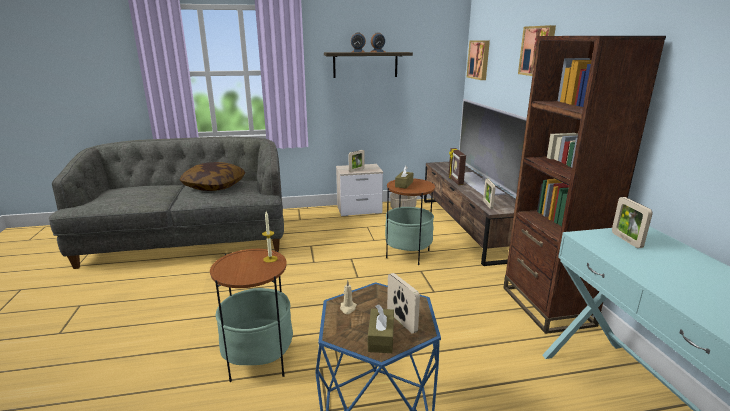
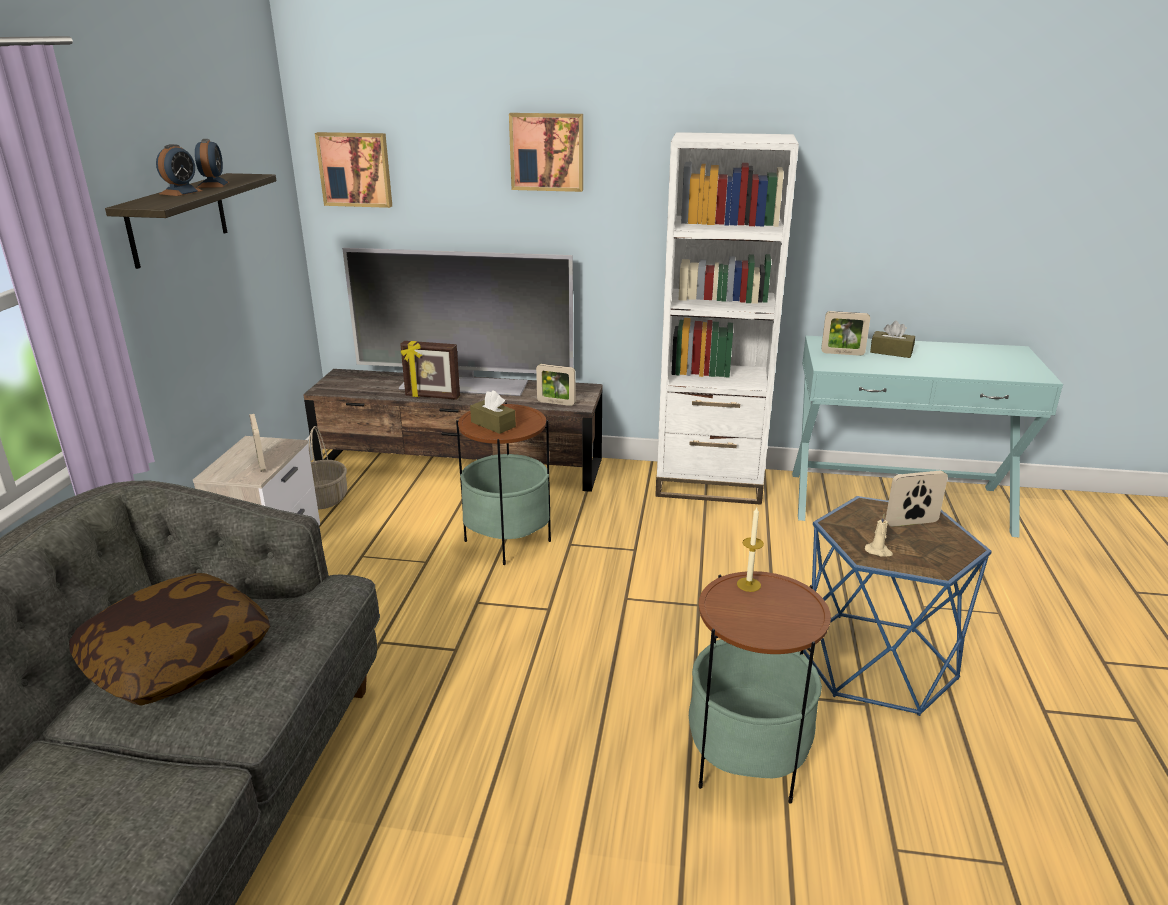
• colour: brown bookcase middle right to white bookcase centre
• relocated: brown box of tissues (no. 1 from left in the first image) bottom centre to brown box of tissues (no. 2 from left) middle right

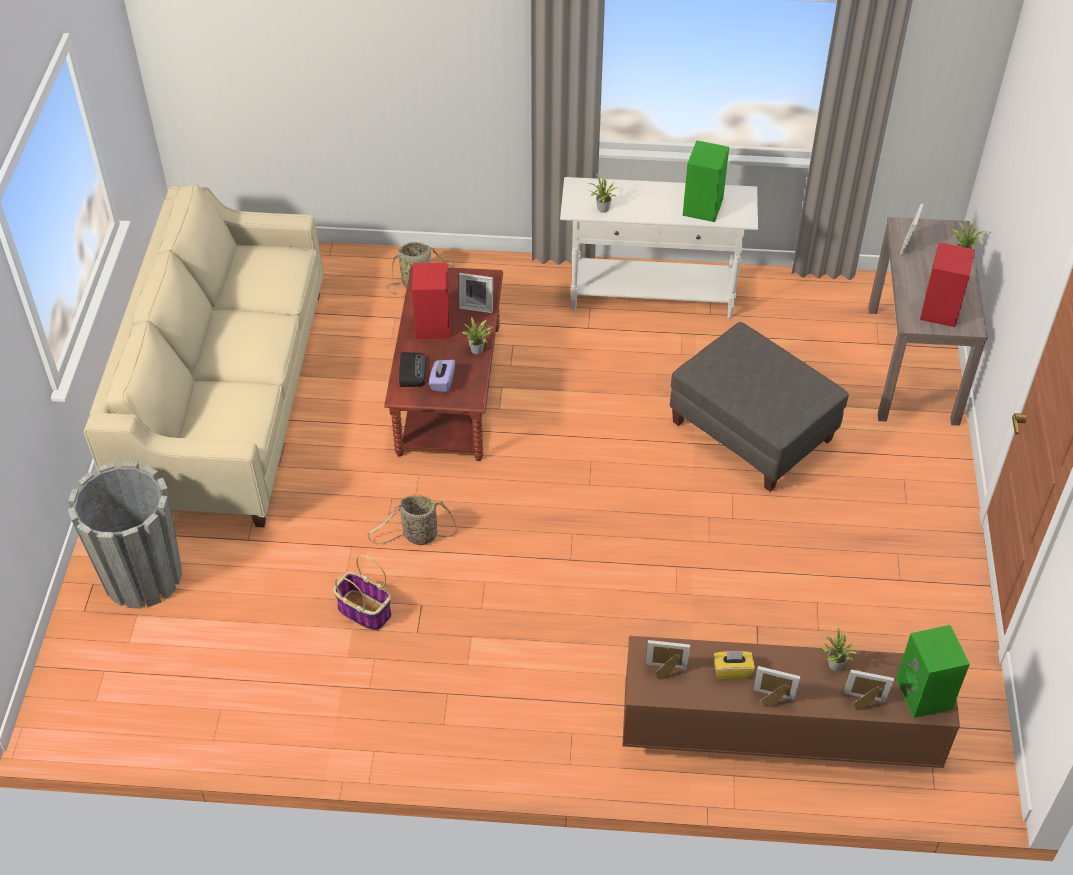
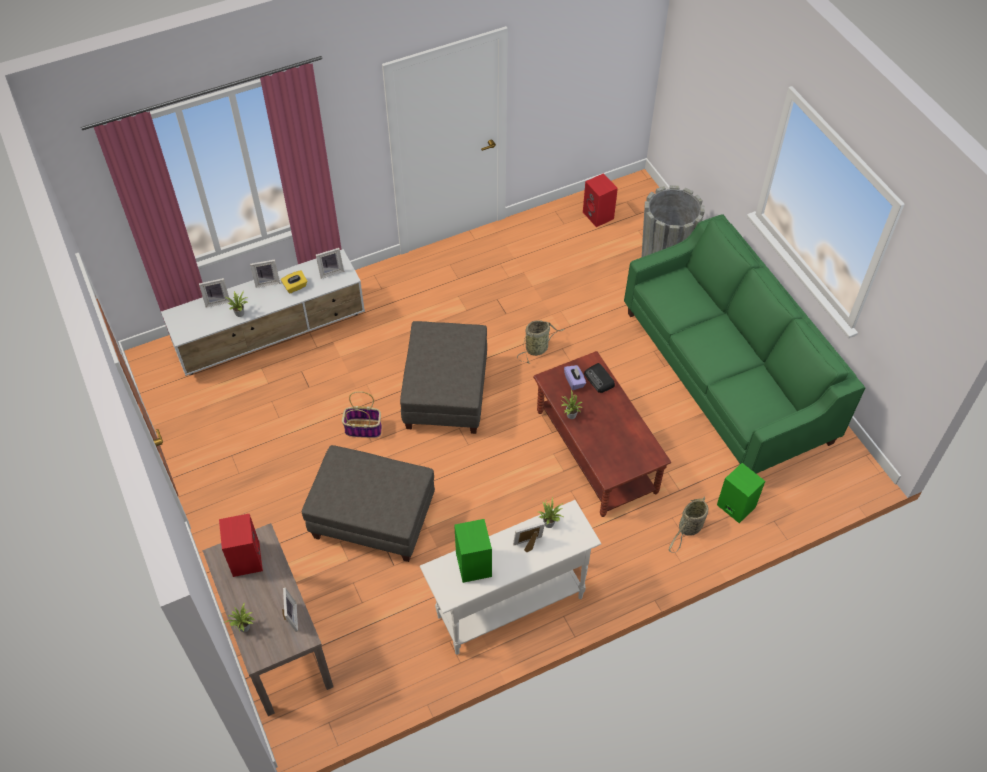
• colour: beige settee middle left to green-coloured settee middle right
• relocated: red-coloured audio speaker (no. 1 from left in the first image) centre to red-coloured audio speaker (no. 2 from left) top centre
• relocated: picture frame (no. 1 from left in the first image) centre to picture frame (no. 5 from left) bottom centre
• relocated: household basket (no. 1 from left) bottom centre to centre
• relocated: green-coloured audio speaker (no. 2 from left) bottom right to middle right
• colour: brown tv unit bottom right to white tv unit middle left
• appeared: gray ottoman (no. 2 from left) centre

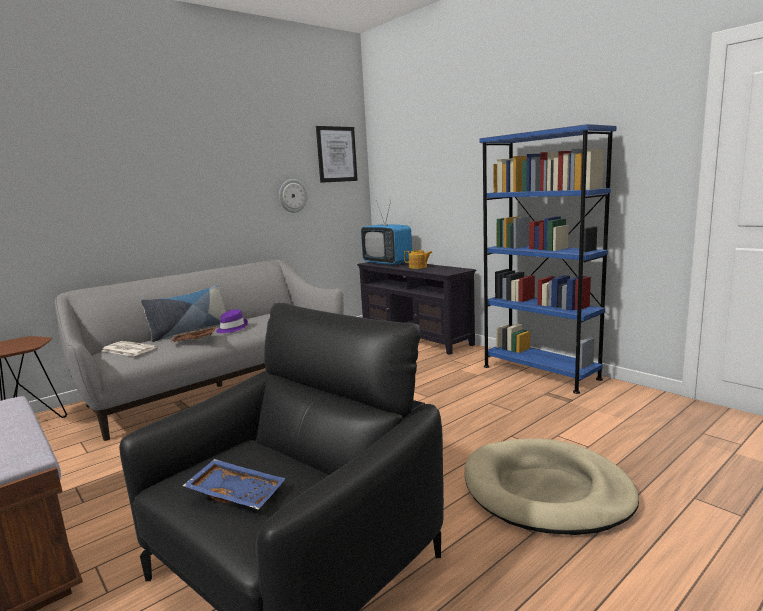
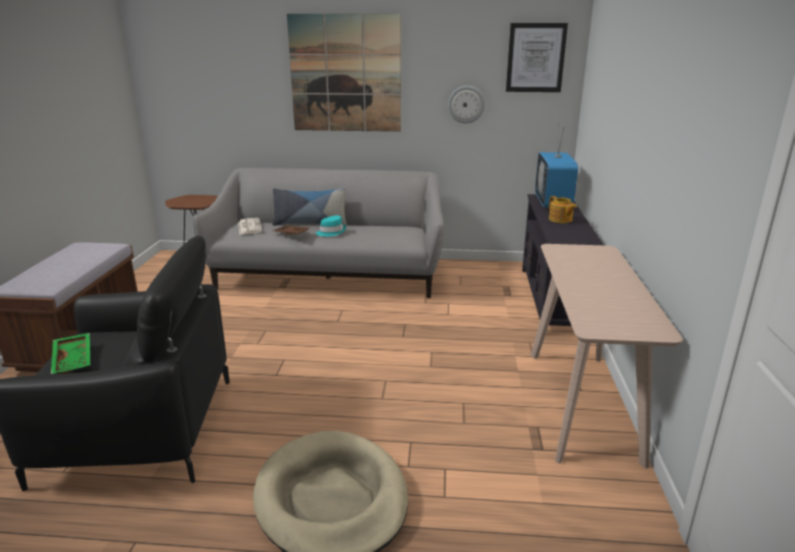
• exchanged: blue bookcase middle right to beige console table middle right
• colour: purple clothing hat middle left to blue-green clothing hat centre
• colour: blue carrying tray bottom left to green-coloured carrying tray middle left
• appeared: picture (no. 1 from left) top centre

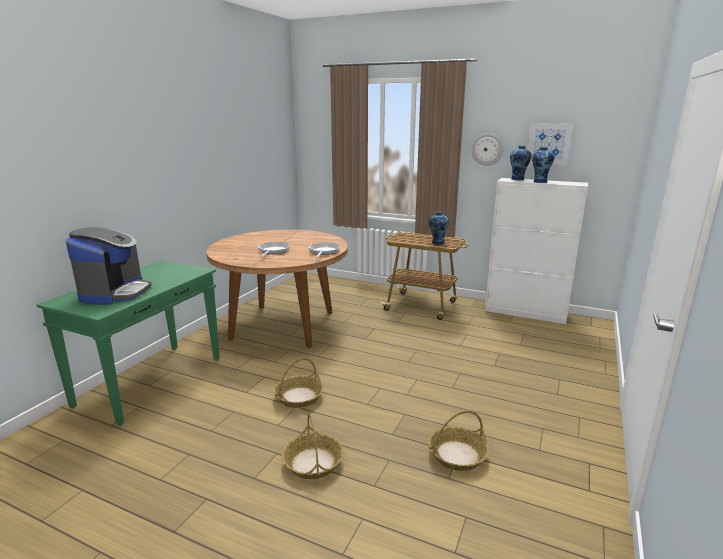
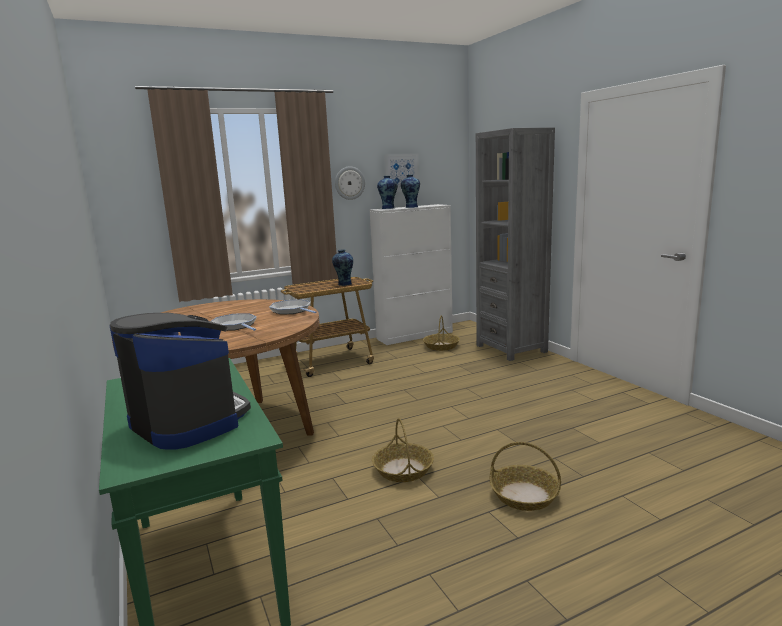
• relocated: household basket (no. 3 from left in the first image) bottom centre to household basket (no. 2 from left) centre
• appeared: gray bookcase centre

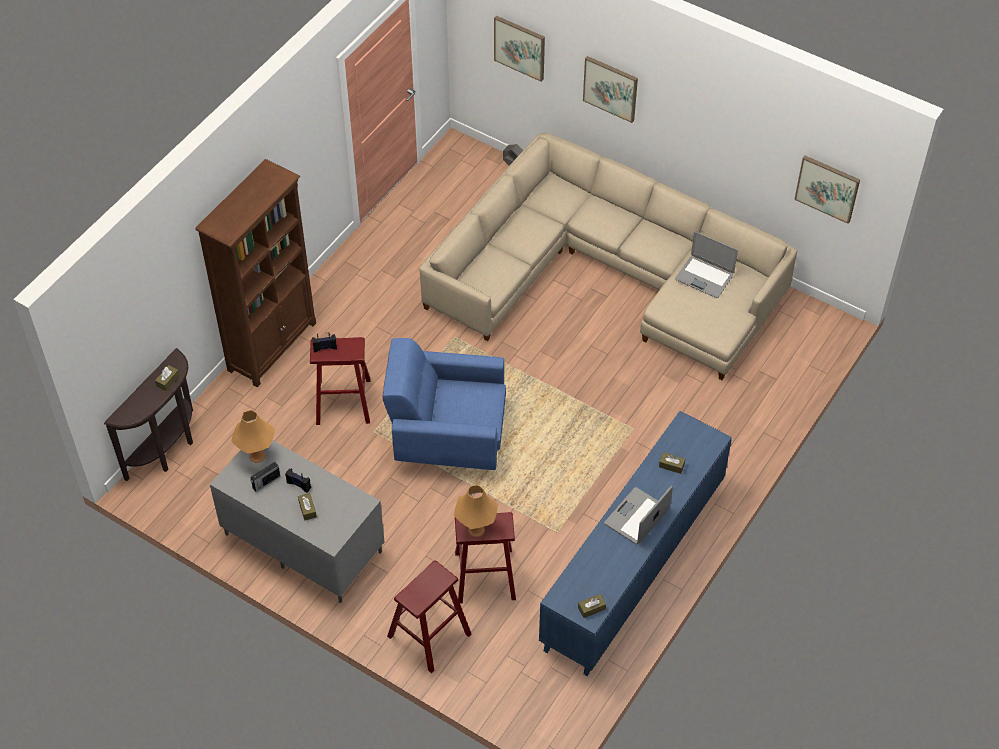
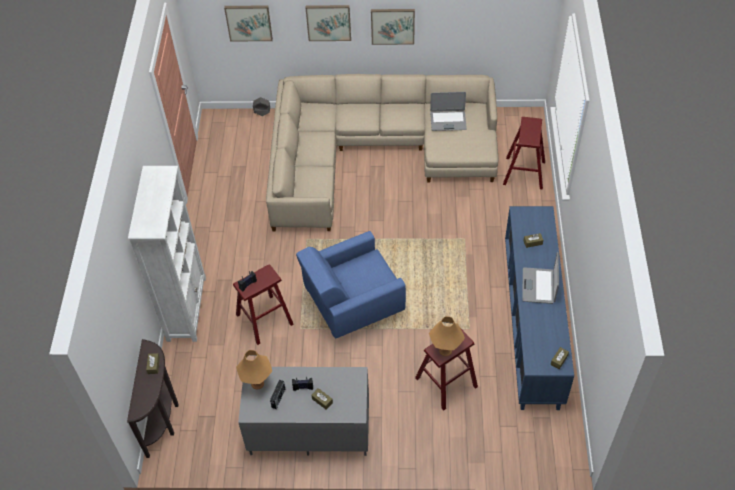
• relocated: picture (no. 3 from left) top right to top centre
• colour: brown bookcase middle left to white bookcase middle left
• relocated: red-coloured stool seat (no. 2 from left in the first image) bottom centre to red-coloured stool seat (no. 3 from left) top right

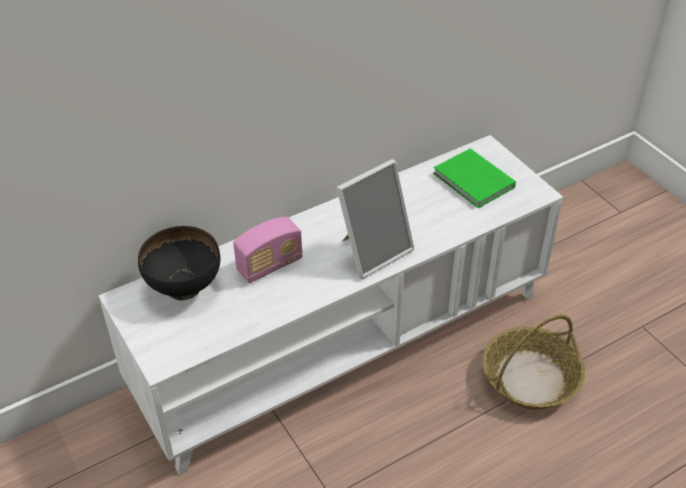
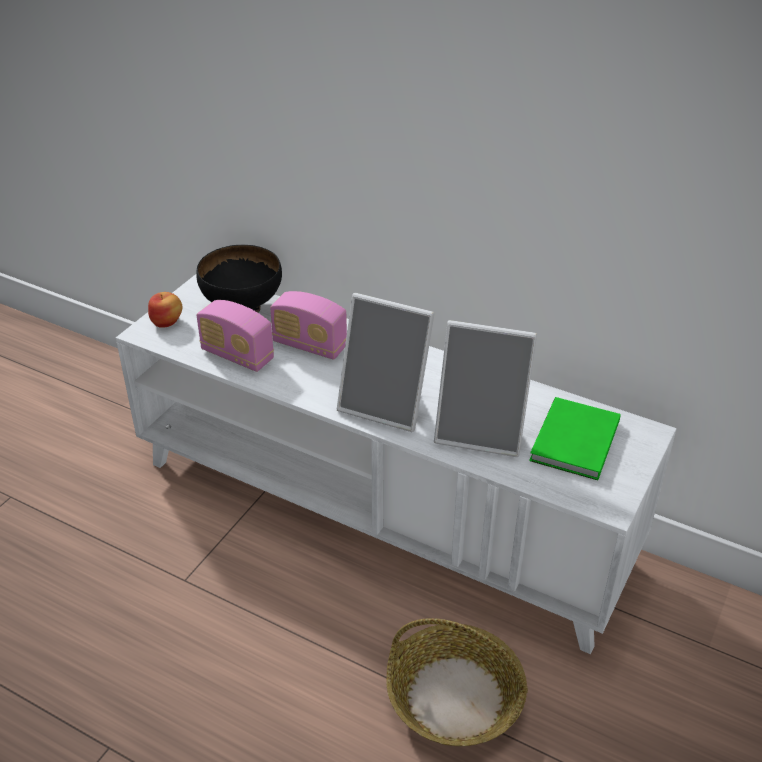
• appeared: apple fruit middle left
• appeared: radio receiver (no. 1 from left) middle left
• appeared: picture frame (no. 2 from left) centre

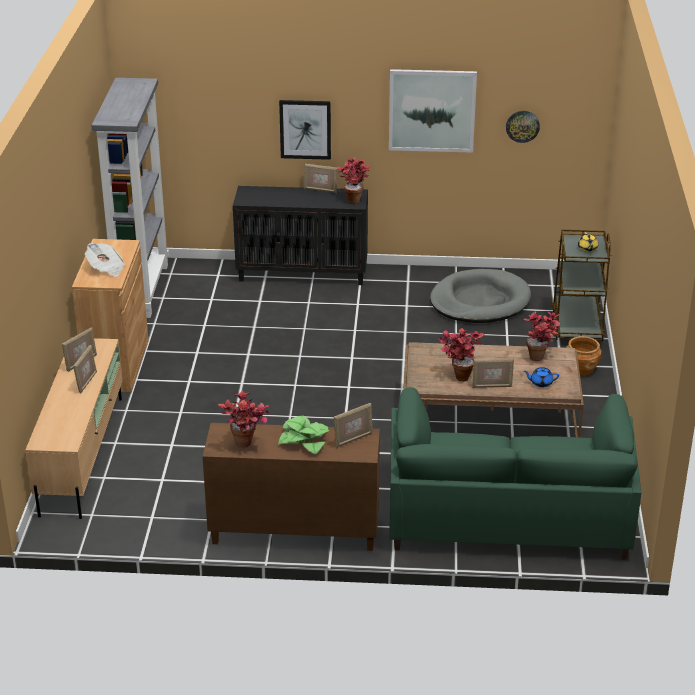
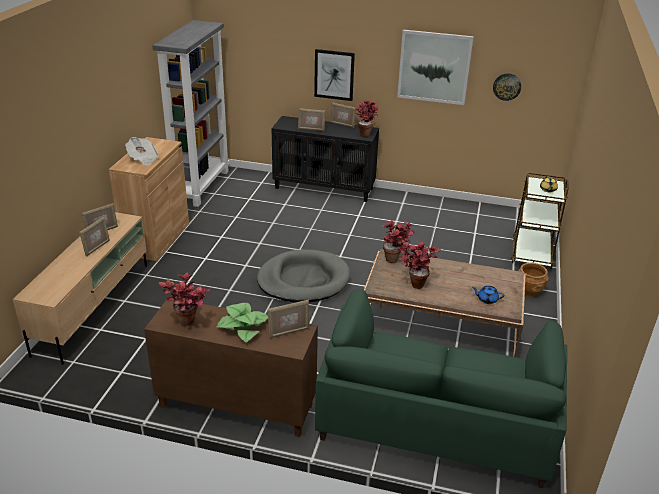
• relocated: gray dog bed middle right to centre
• relocated: potted plant (no. 5 from left in the first image) middle right to potted plant (no. 4 from left) centre
• relocated: picture frame (no. 5 from left in the first image) middle right to picture frame (no. 4 from left) top centre

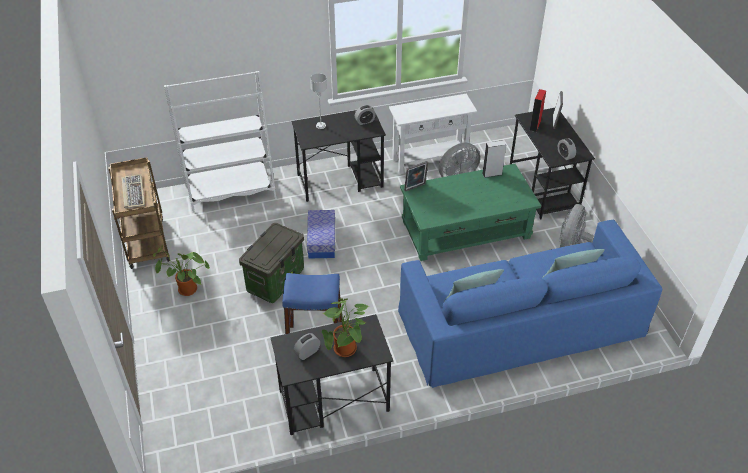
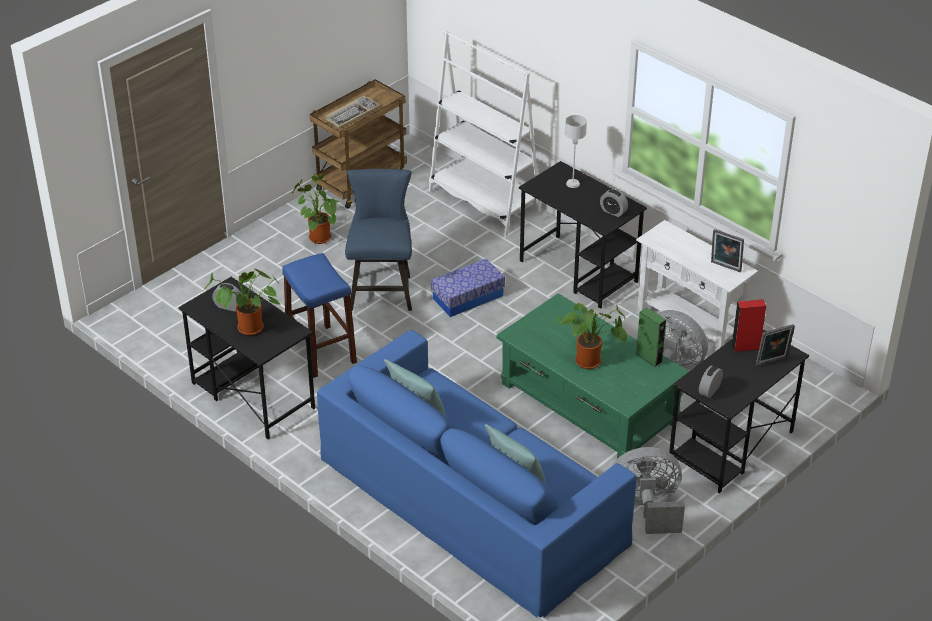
• colour: gray audio speaker centre to green-coloured audio speaker middle right
• relocated: picture frame (no. 1 from left) centre to middle right
• exchanged: storage box (no. 1 from left) centre to blue chair centre
• appeared: potted plant (no. 3 from left) centre

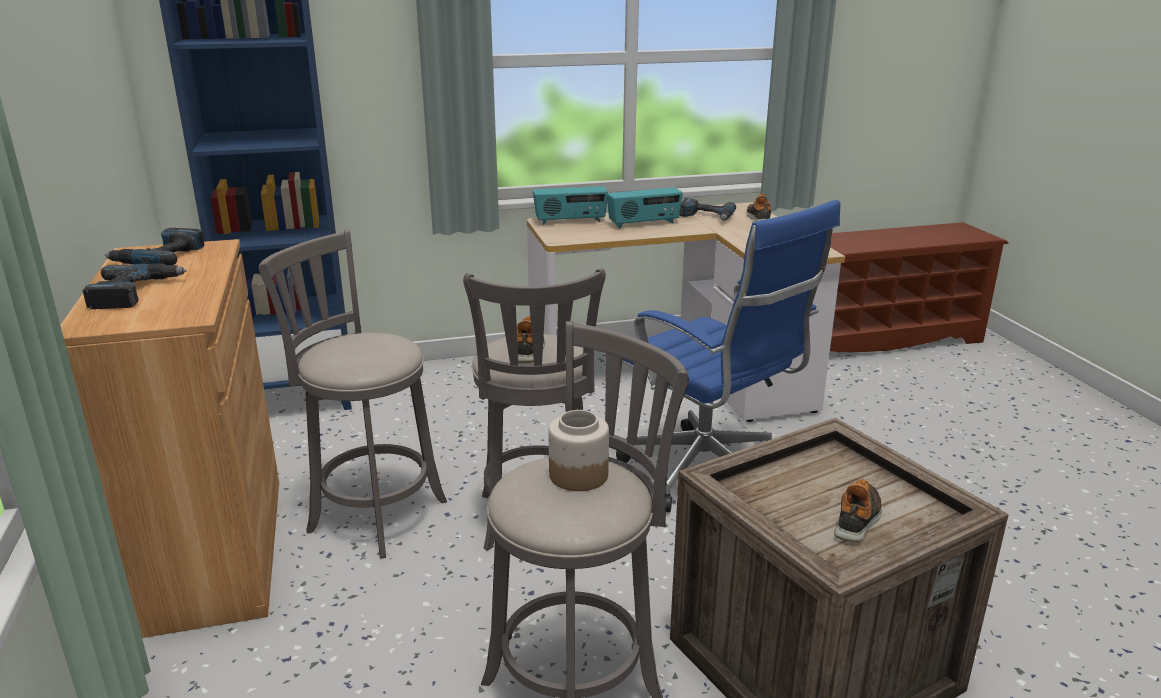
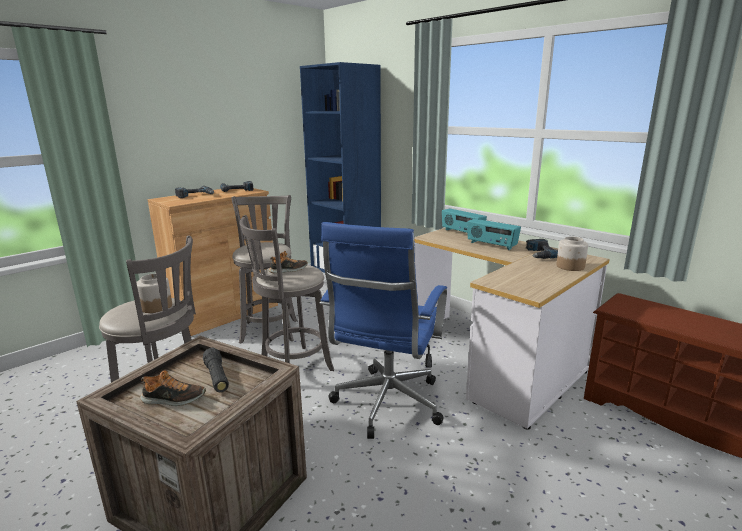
• exchanged: shoe (no. 2 from left) top centre to storage jar (no. 2 from left) middle right
• appeared: blackish torch bottom left

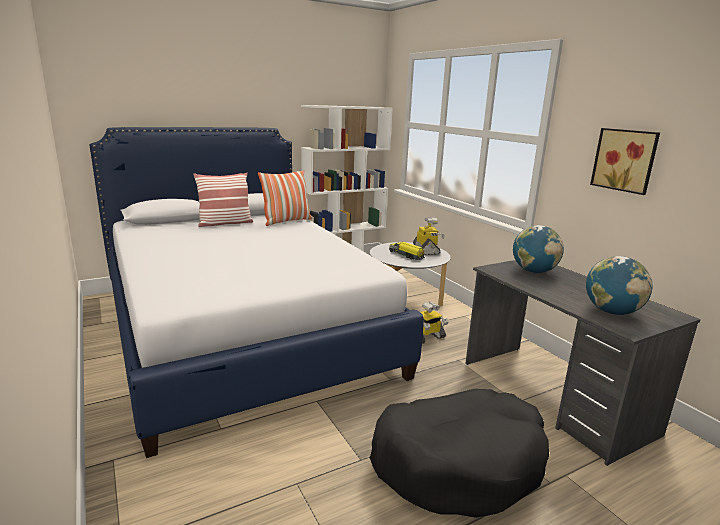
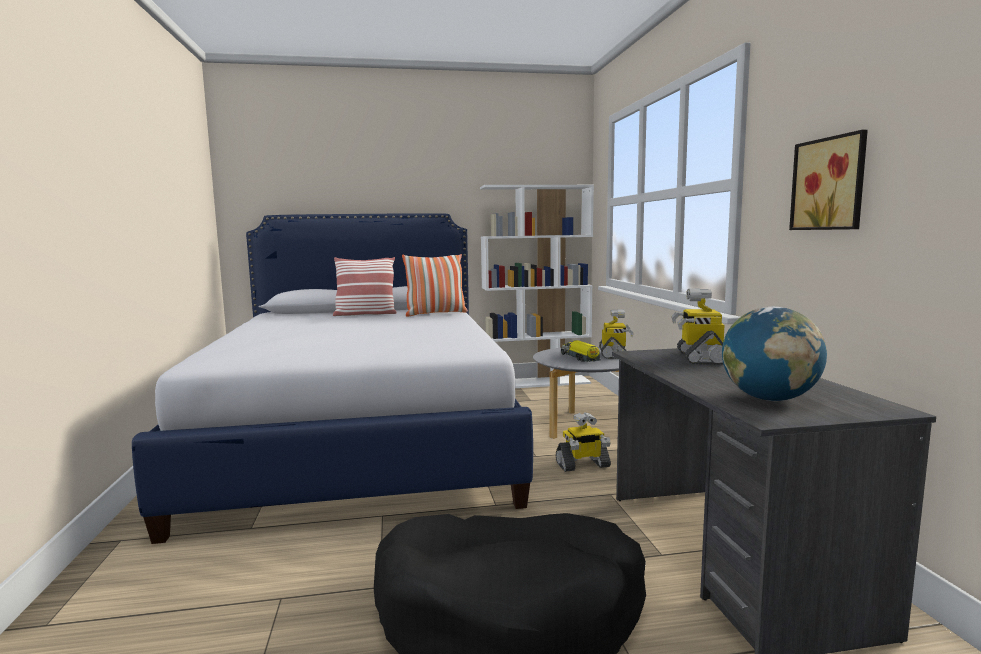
• exchanged: desk globe (no. 1 from left) middle right to robot figure (no. 3 from left) middle right

